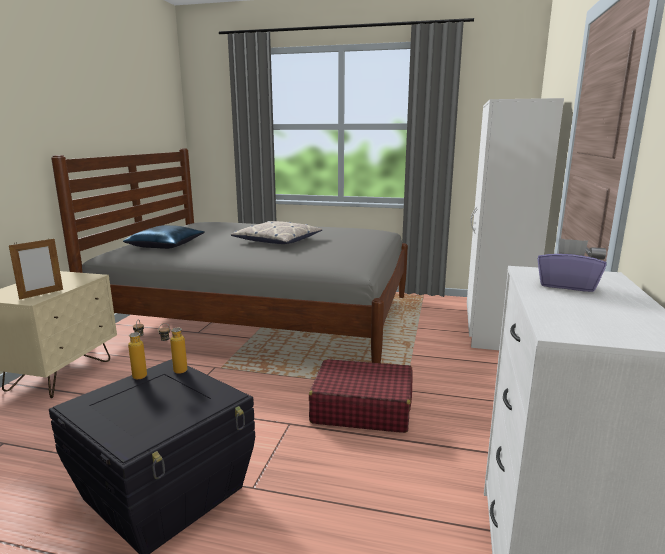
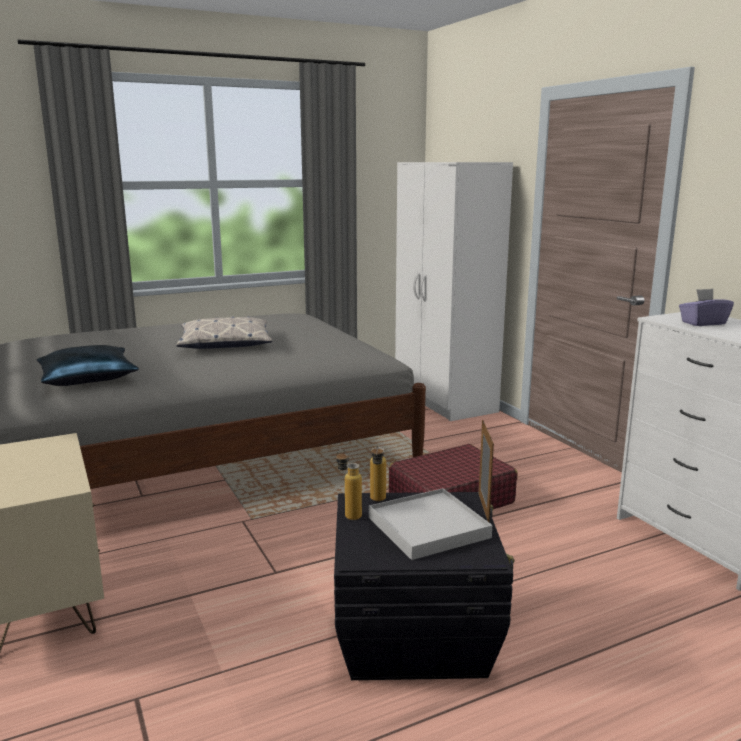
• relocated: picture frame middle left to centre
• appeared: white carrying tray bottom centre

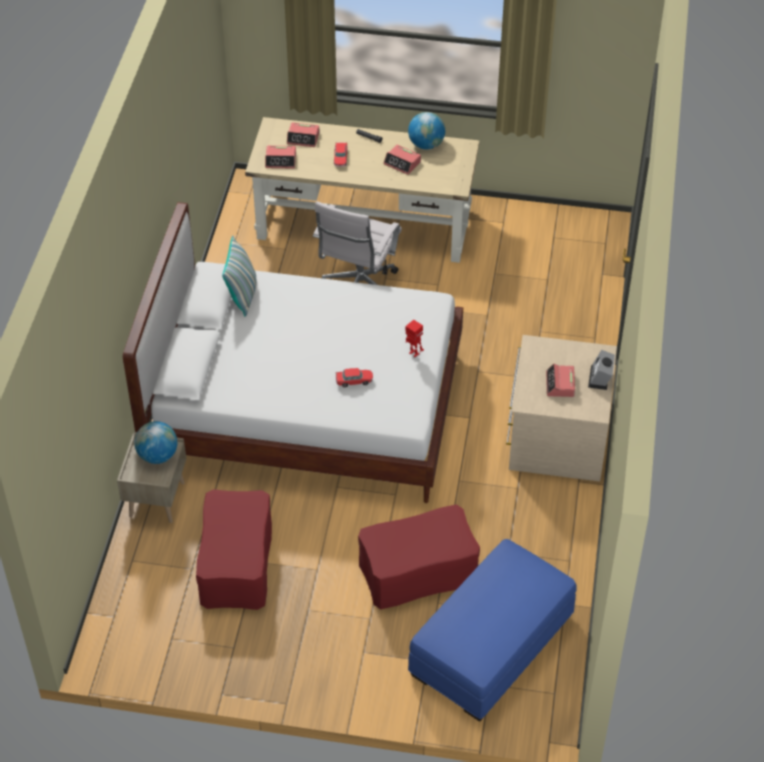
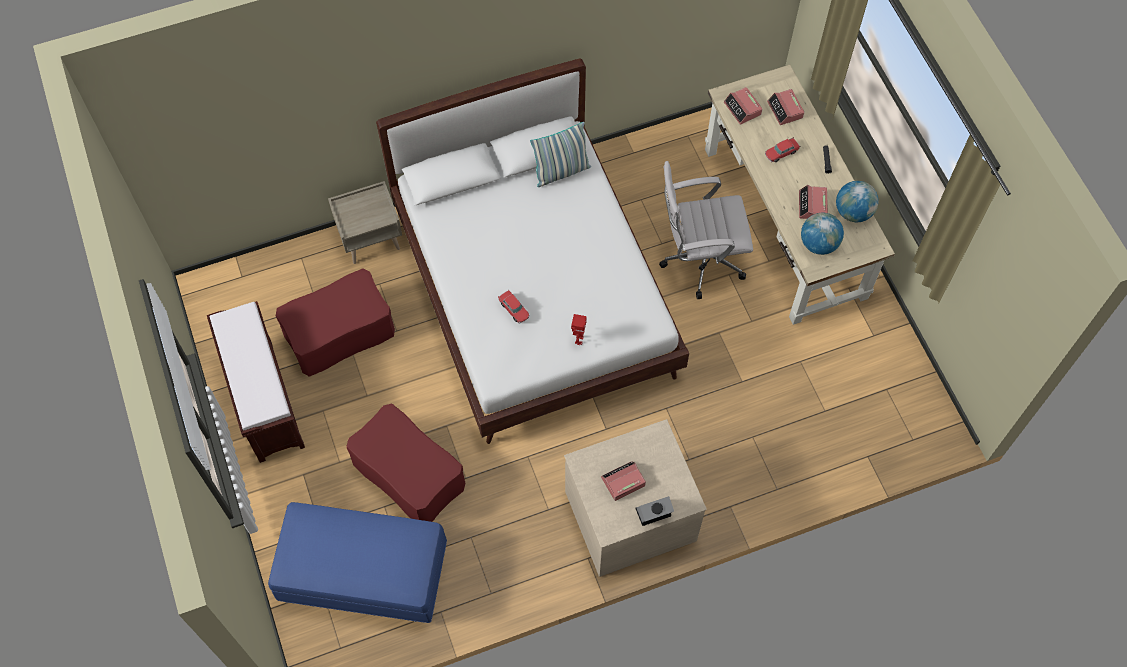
• relocated: desk globe (no. 1 from left) middle left to middle right
• appeared: brown indoor bench middle left

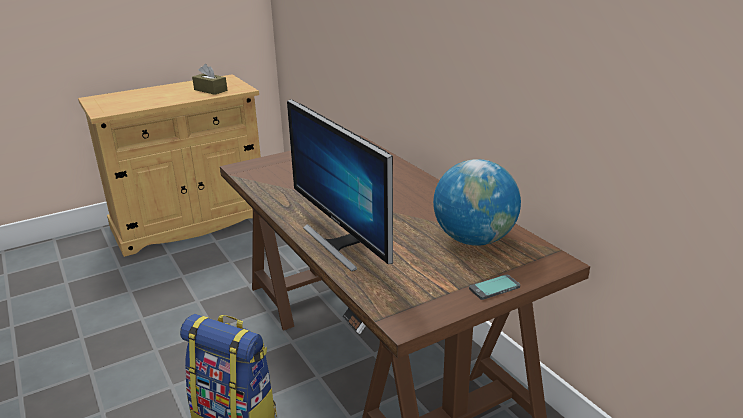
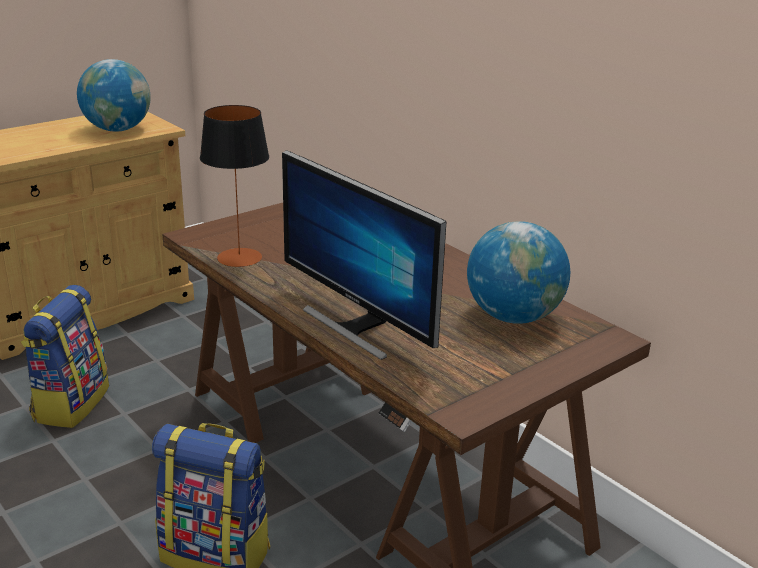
• exchanged: brown box of tissues top left to desk globe (no. 1 from left) top left
• missing: handset bottom centre
• appeared: tabletop lamp top left
• appeared: rucksack (no. 1 from left) middle left

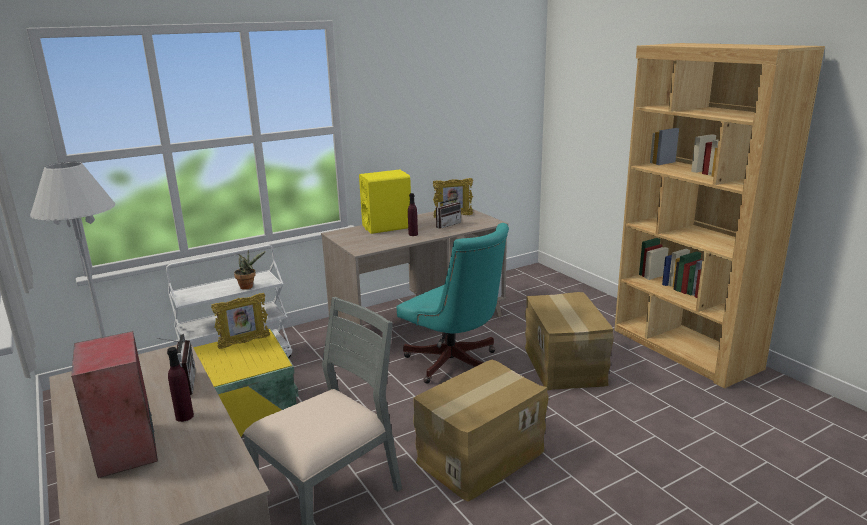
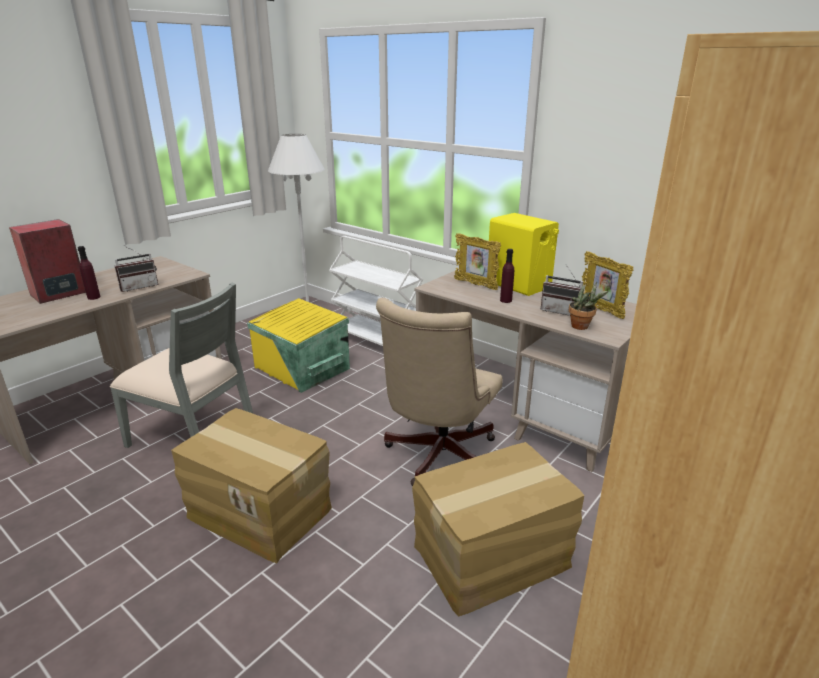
• colour: blue-green computer chair centre to beige computer chair centre
• relocated: potted plant middle left to middle right
• relocated: picture frame (no. 1 from left) middle left to centre

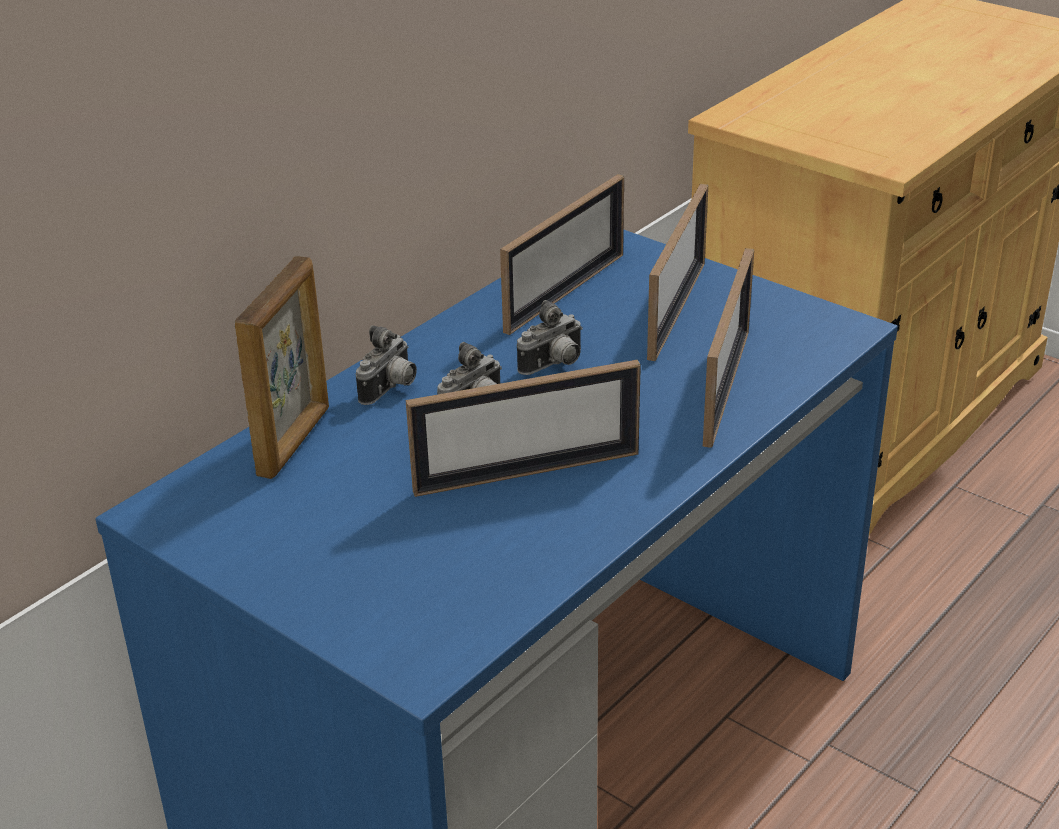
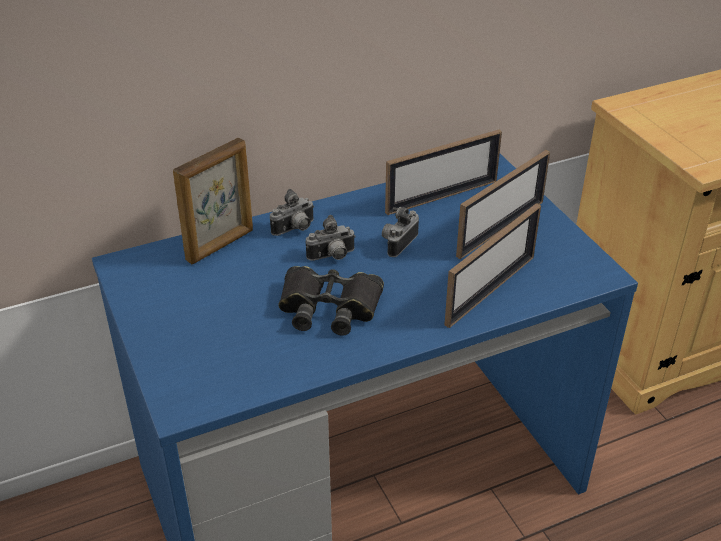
• spun: photo camera (no. 3 from left) centre = centre 135 degrees clockwise
• exchanged: picture frame (no. 2 from left) centre to blackish field glasses centre

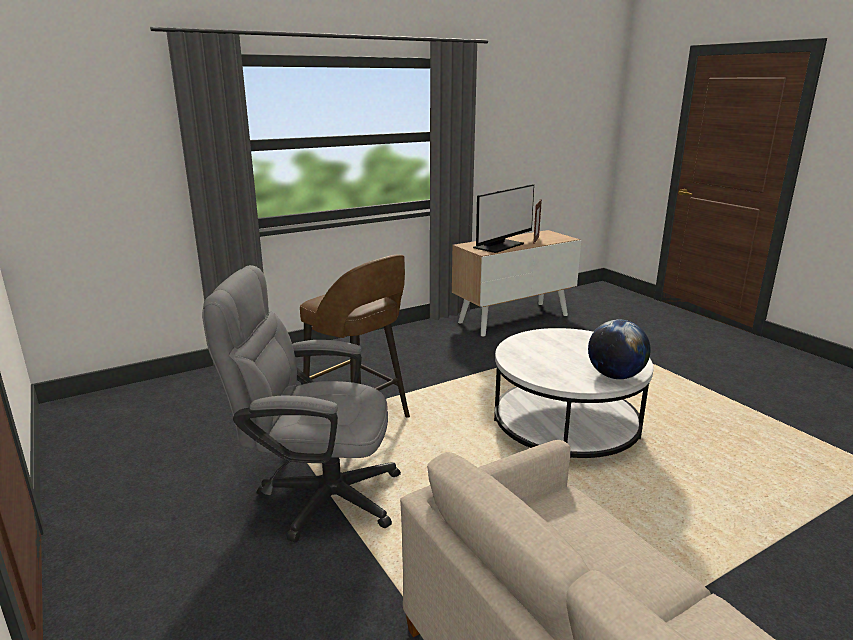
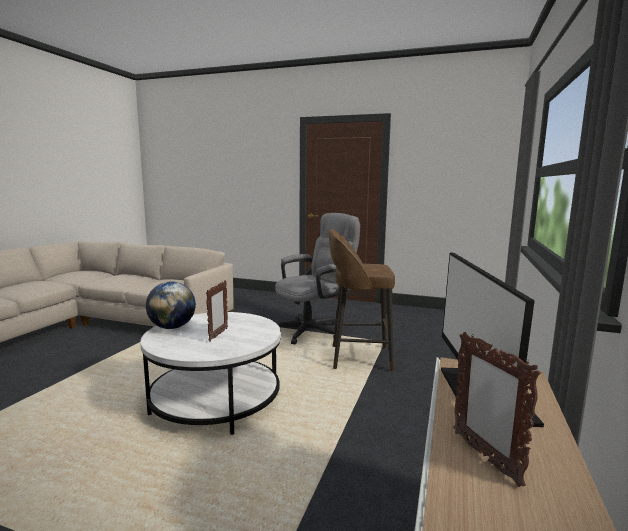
• appeared: picture frame (no. 1 from left) centre

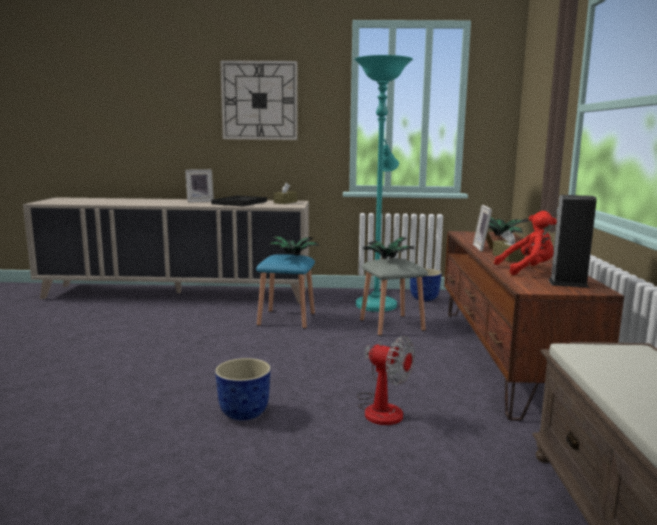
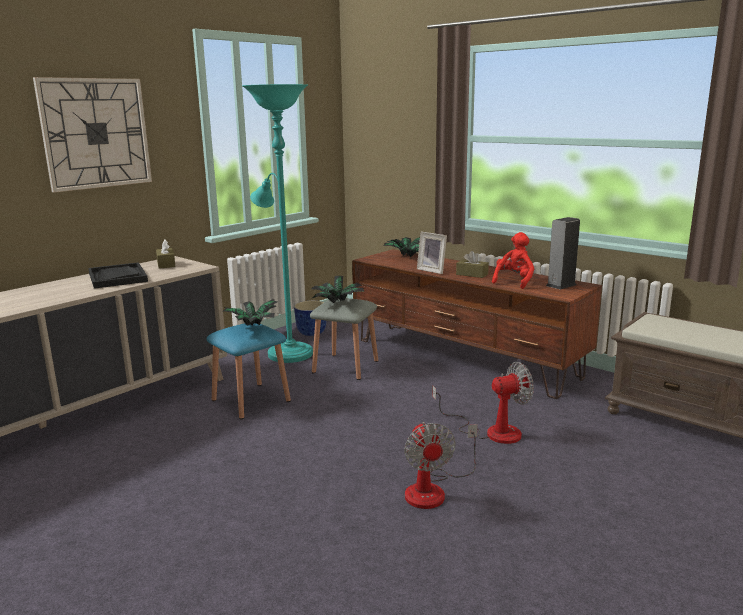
• missing: picture frame (no. 1 from left) middle left
• exchanged: plant pot (no. 1 from left) bottom centre to cooling fan (no. 1 from left) bottom centre

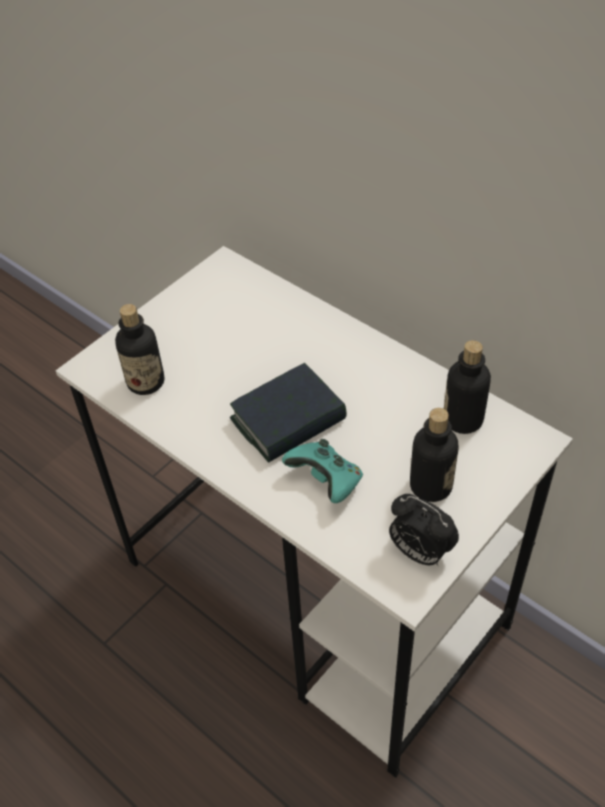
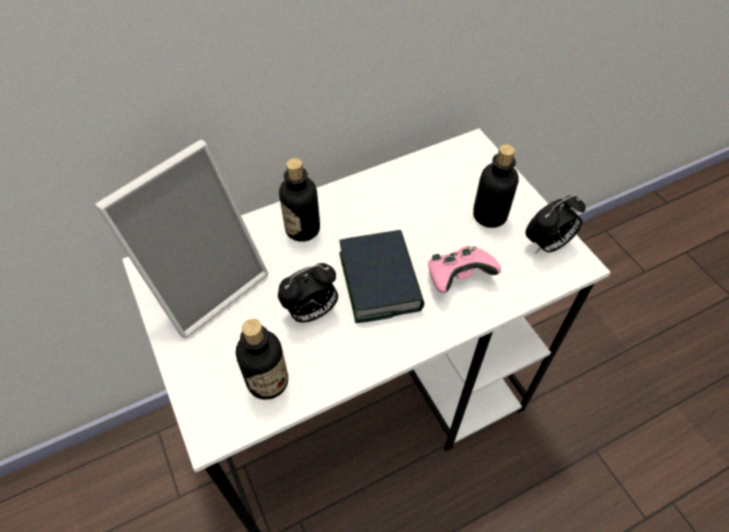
• relocated: beverage bottle (no. 3 from left in the first image) middle right to beverage bottle (no. 2 from left) centre
• colour: blue-green gamepad centre to pinkish gamepad centre
• appeared: picture frame middle left
• appeared: alarm clock (no. 1 from left) centre

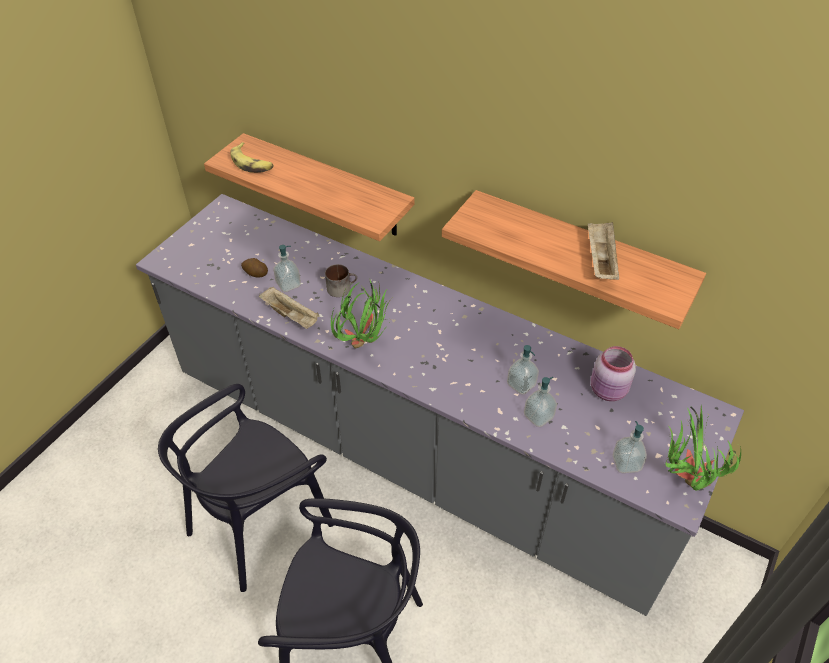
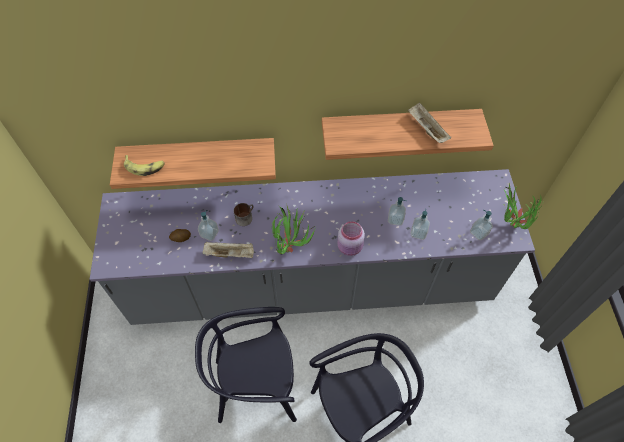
• relocated: pinkish storage jar middle right to centre
• spun: blackish chair (no. 1 from left) bottom left = bottom centre 75 degrees clockwise

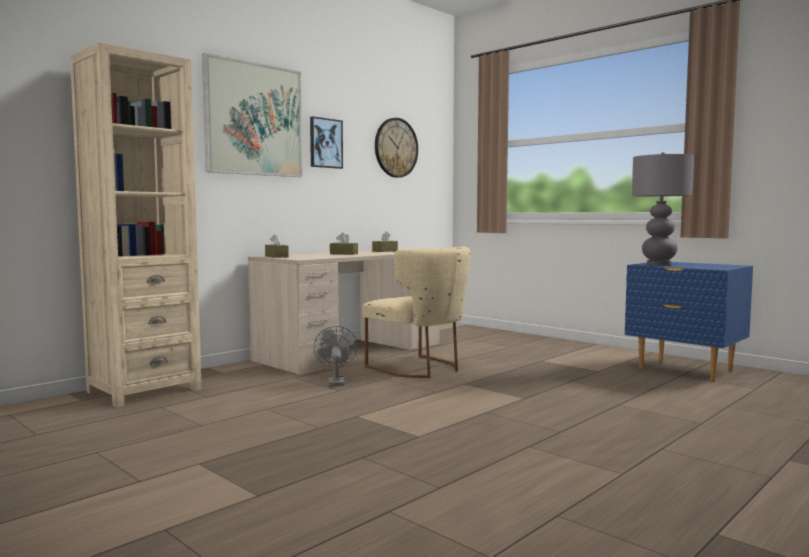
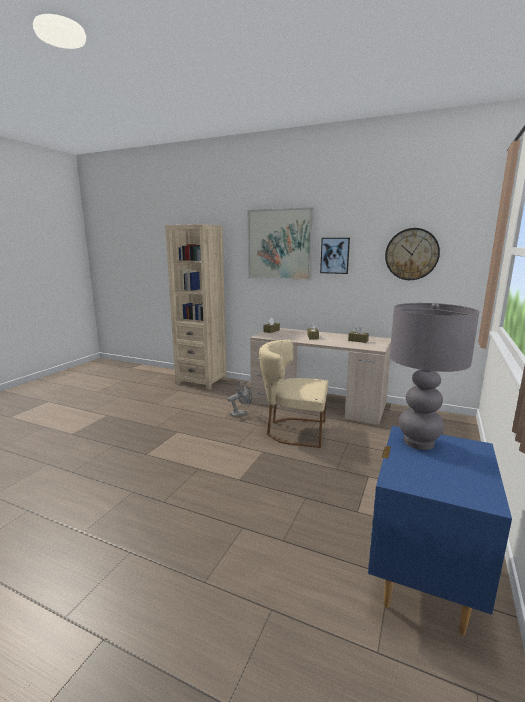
• spun: beige chair centre = centre 75 degrees clockwise

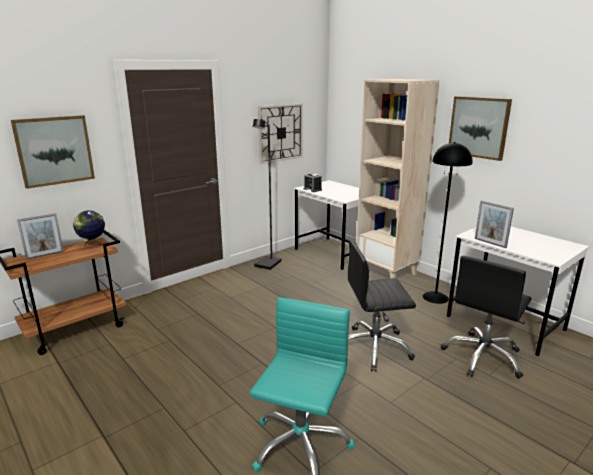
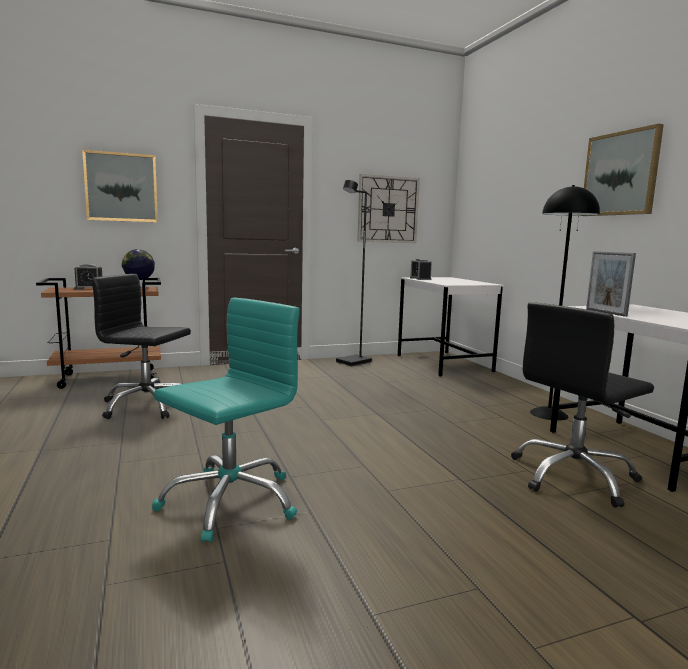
• missing: beige bookcase middle right
• exchanged: picture frame (no. 1 from left) middle left to alarm clock (no. 1 from left) middle left
• relocated: blackish computer chair (no. 1 from left) centre to middle left

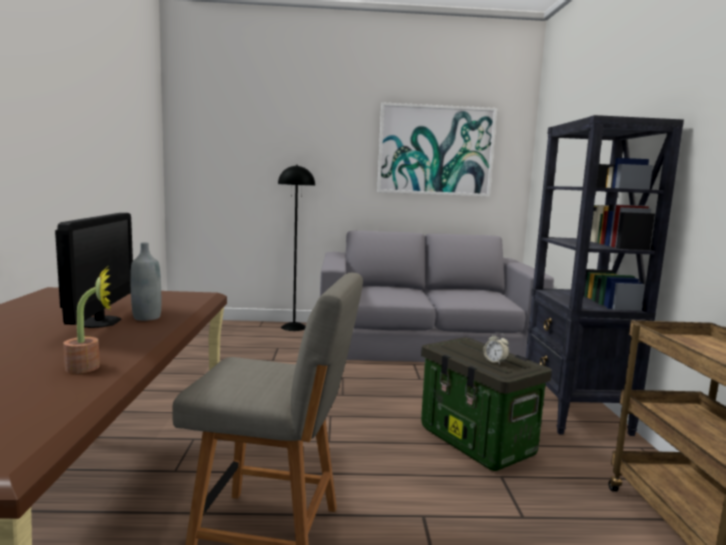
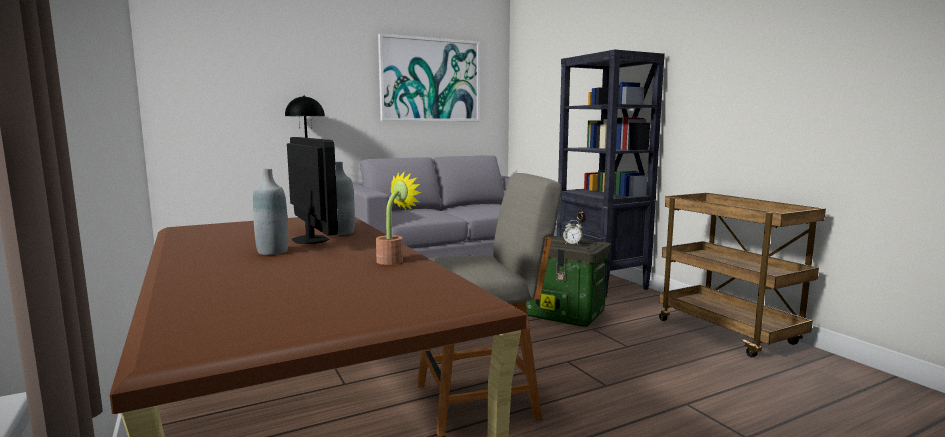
• appeared: gray beverage bottle (no. 1 from left) middle left

